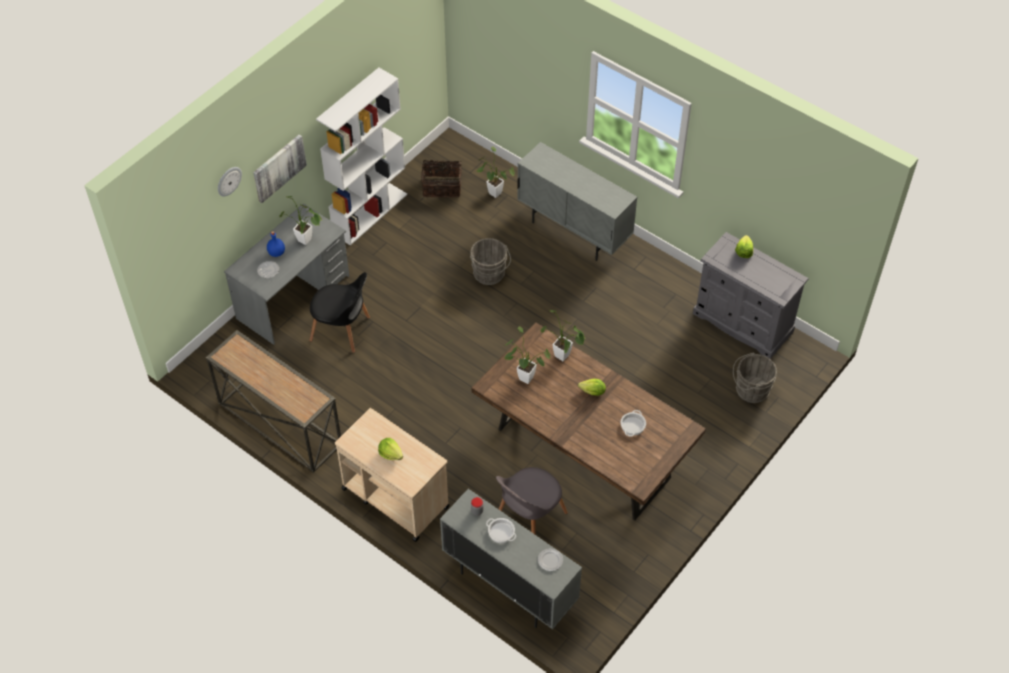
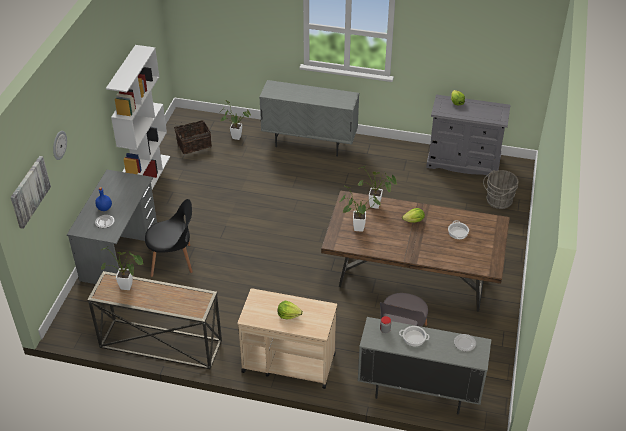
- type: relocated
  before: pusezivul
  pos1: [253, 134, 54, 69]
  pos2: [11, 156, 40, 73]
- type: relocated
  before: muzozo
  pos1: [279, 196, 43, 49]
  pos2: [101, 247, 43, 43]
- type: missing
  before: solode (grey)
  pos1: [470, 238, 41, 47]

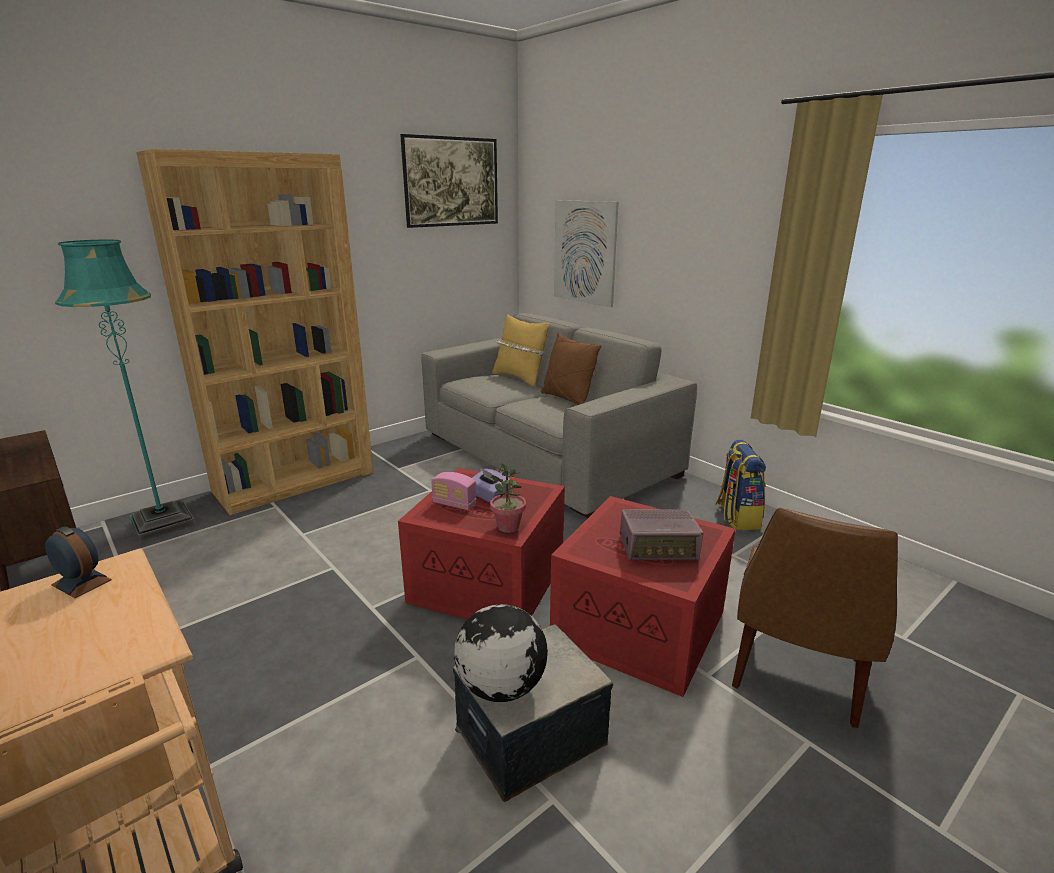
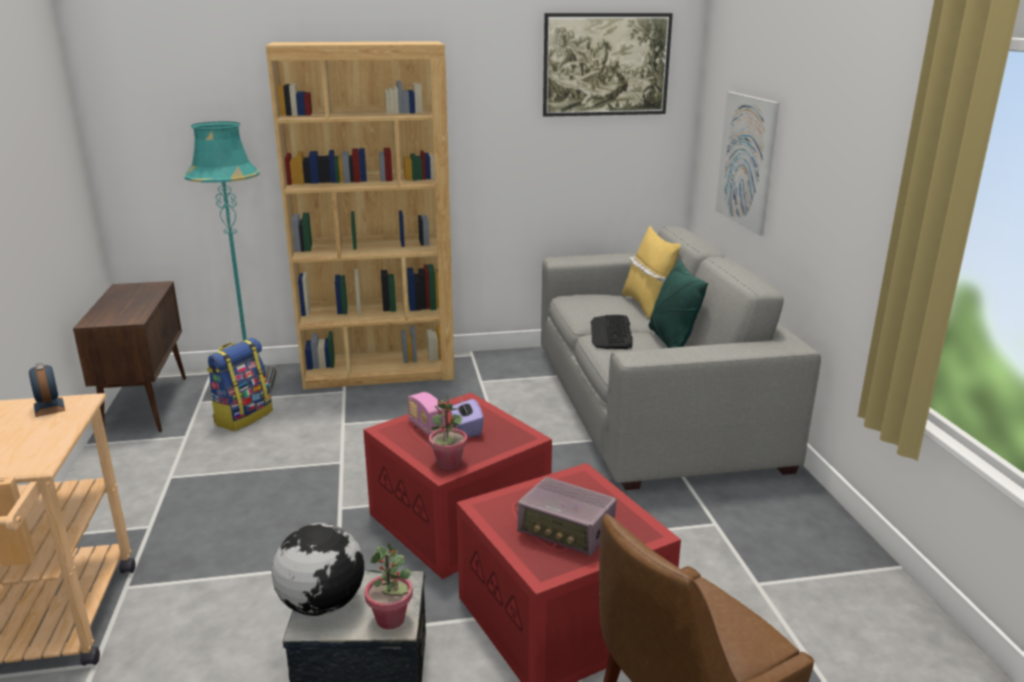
- type: relocated
  before: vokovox
  pos1: [715, 440, 51, 90]
  pos2: [207, 338, 66, 93]
- type: appeared
  after: muzozo
  pos2: [365, 542, 48, 87]
- type: appeared
  after: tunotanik
  pos2: [591, 315, 42, 34]
- type: colour
  before: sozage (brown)
  after: sozage (green)
  pos1: [541, 333, 60, 72]
  pos2: [649, 259, 59, 89]

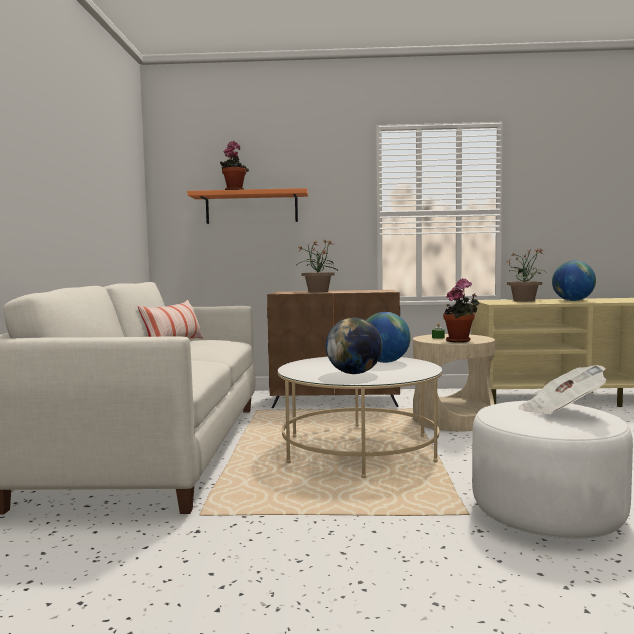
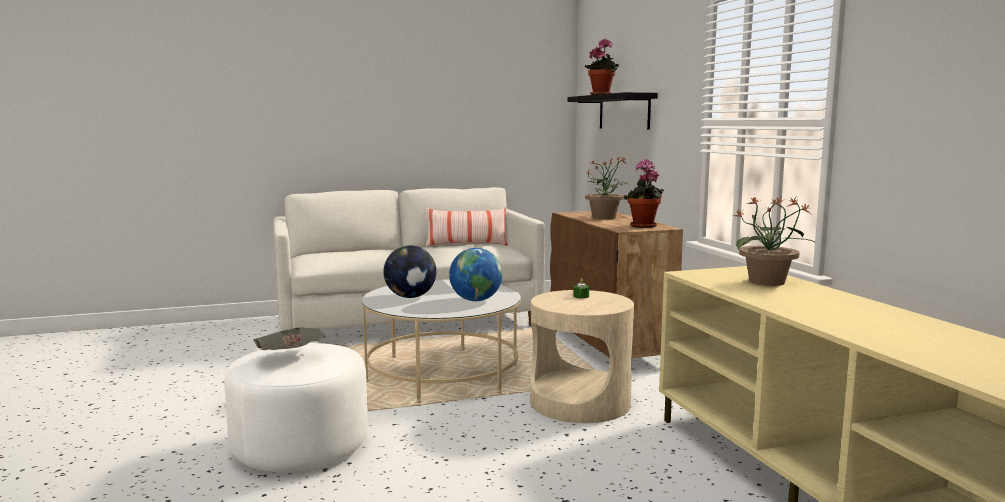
- type: colour
  before: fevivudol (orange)
  after: fevivudol (black)
  pos1: [187, 188, 121, 36]
  pos2: [568, 92, 90, 38]
- type: relocated
  before: muzozo
  pos1: [443, 278, 37, 65]
  pos2: [624, 159, 40, 69]
- type: missing
  before: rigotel
  pos1: [552, 261, 44, 40]

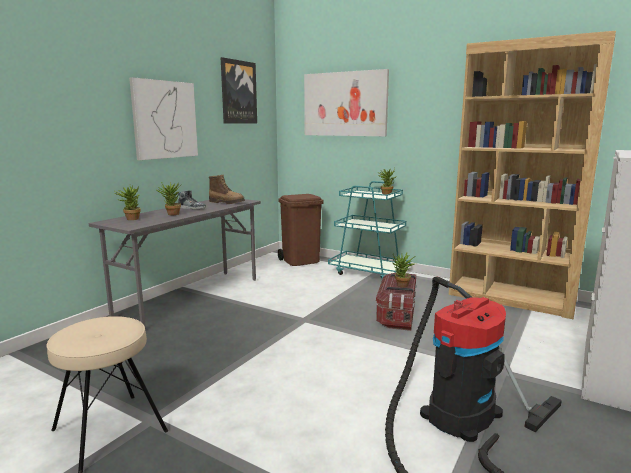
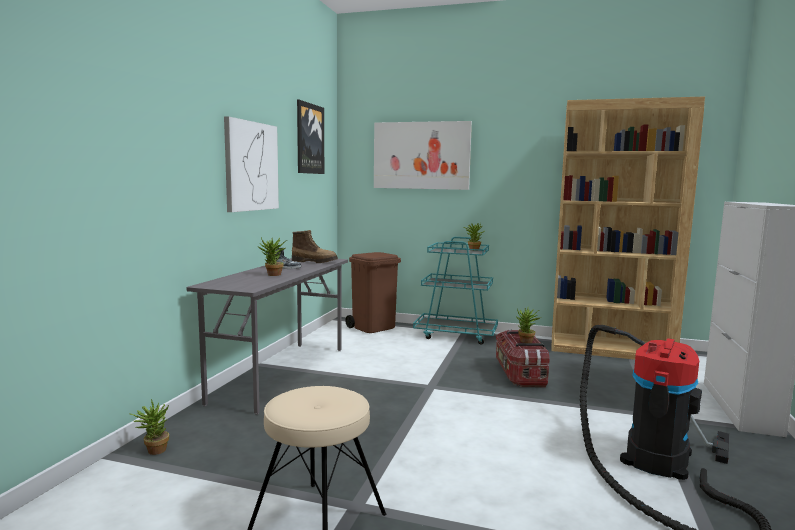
- type: relocated
  before: muzozo
  pos1: [114, 185, 27, 35]
  pos2: [130, 399, 39, 56]

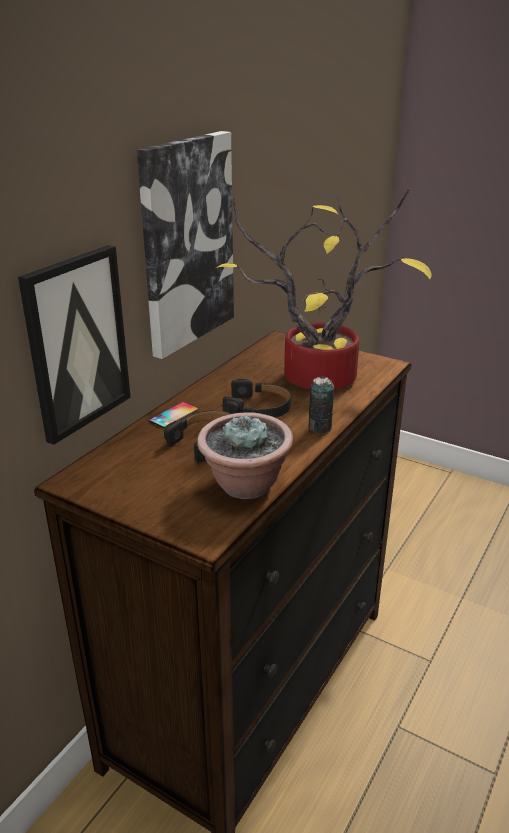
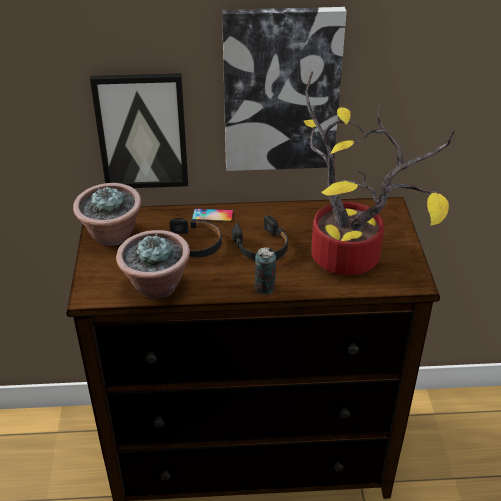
- type: appeared
  after: muzozo
  pos2: [73, 183, 69, 63]

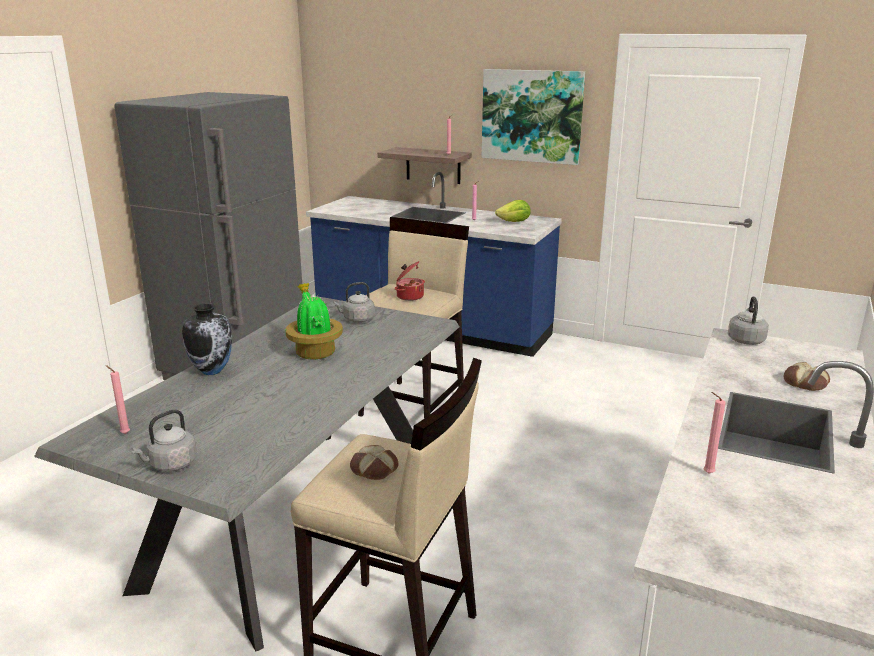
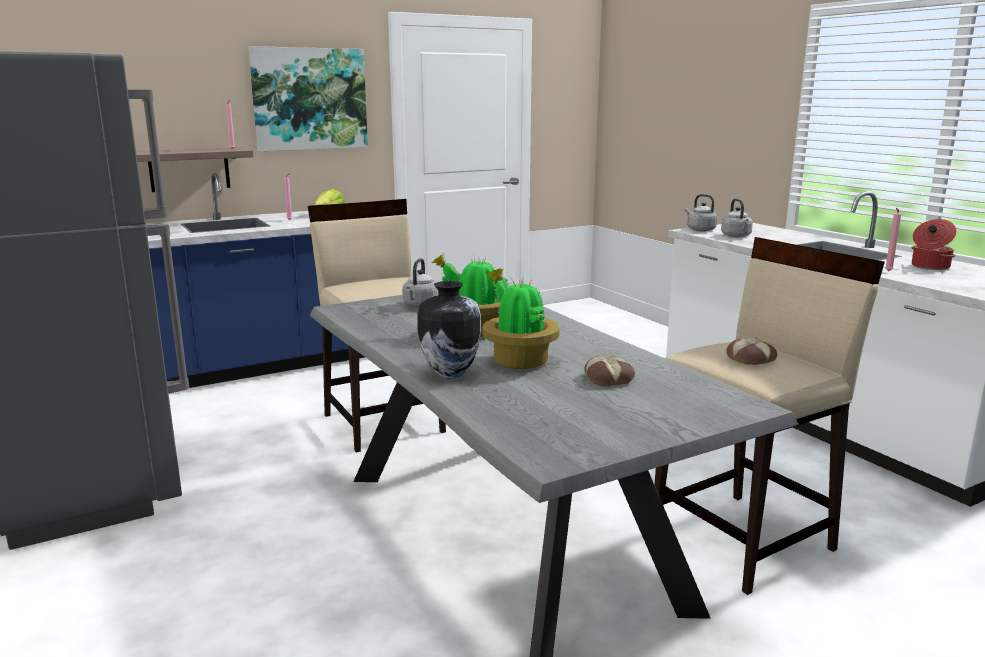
- type: appeared
  after: muzozo
  pos2: [482, 268, 78, 101]
- type: relocated
  before: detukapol
  pos1: [784, 362, 46, 29]
  pos2: [584, 355, 51, 31]
- type: relocated
  before: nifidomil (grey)
  pos1: [131, 409, 66, 63]
  pos2: [721, 198, 32, 39]
- type: relocated
  before: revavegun
  pos1: [395, 261, 30, 40]
  pos2: [911, 219, 45, 51]
- type: missing
  before: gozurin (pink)
  pos1: [106, 365, 24, 69]

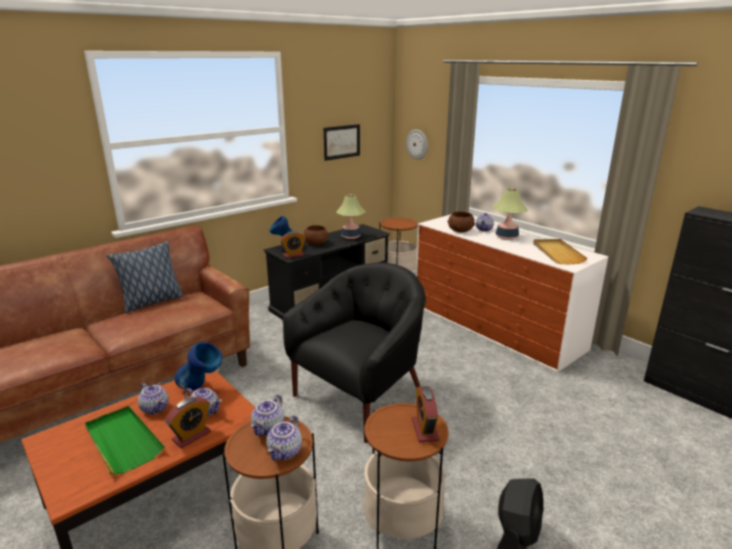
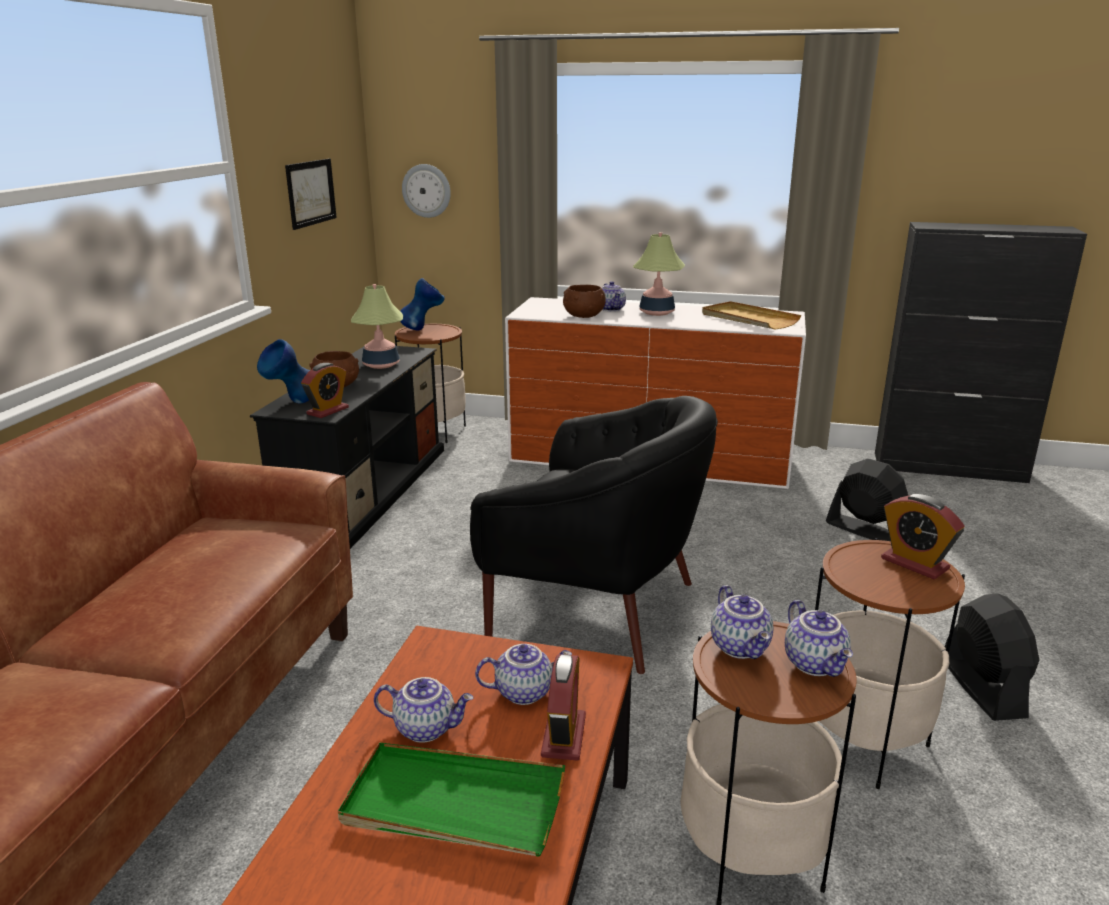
- type: relocated
  before: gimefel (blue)
  pos1: [175, 342, 47, 48]
  pos2: [400, 278, 45, 53]
- type: spun
  before: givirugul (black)
  pos1: [283, 262, 143, 181]
  pos2: [470, 396, 248, 278]
  turn: 105
- type: appeared
  after: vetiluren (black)
  pos2: [826, 459, 82, 82]
- type: missing
  before: sozage
  pos1: [107, 241, 77, 73]

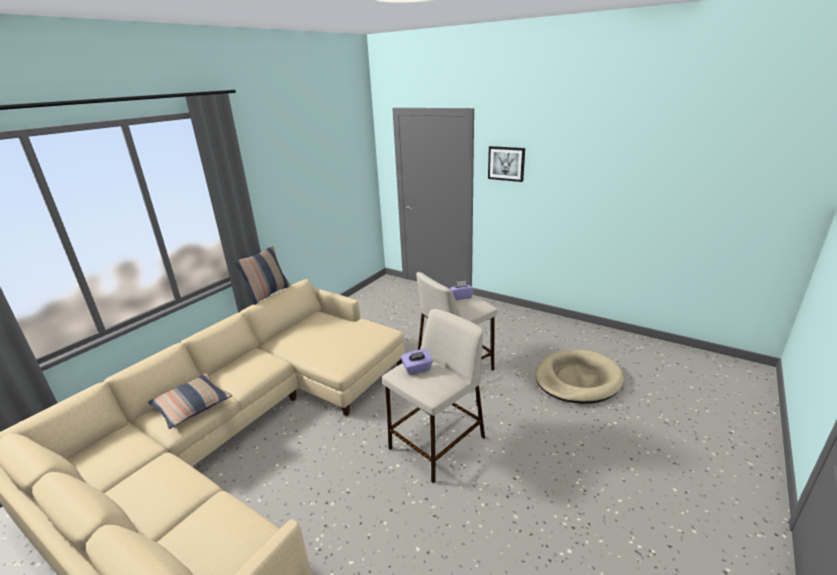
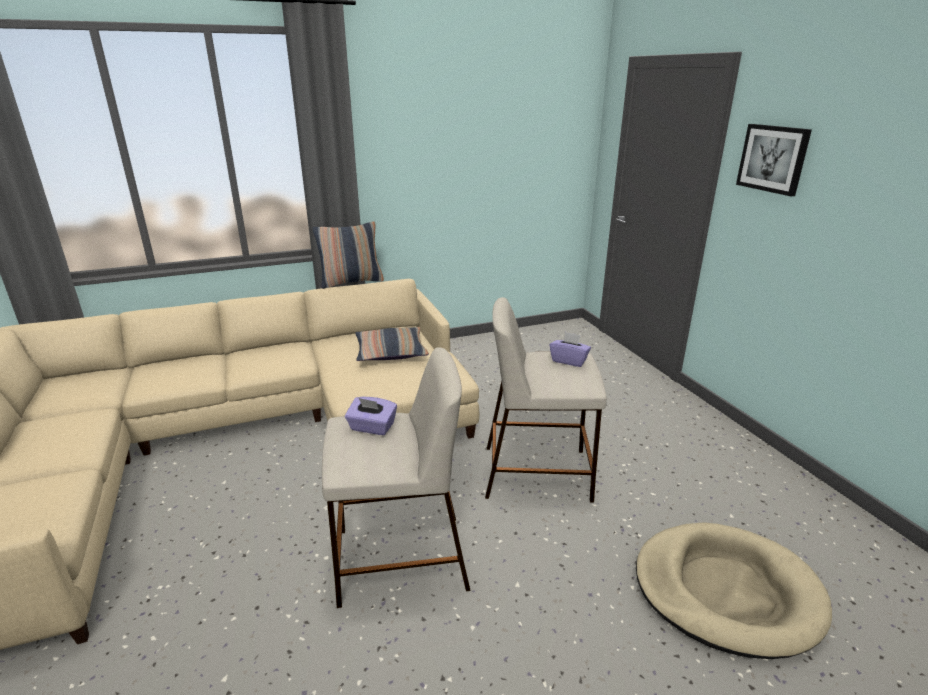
- type: relocated
  before: sozage
  pos1: [148, 373, 84, 56]
  pos2: [355, 327, 74, 34]

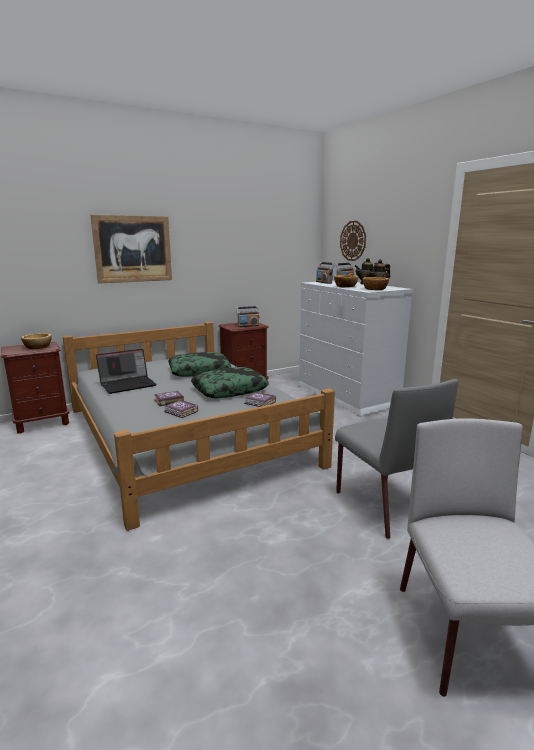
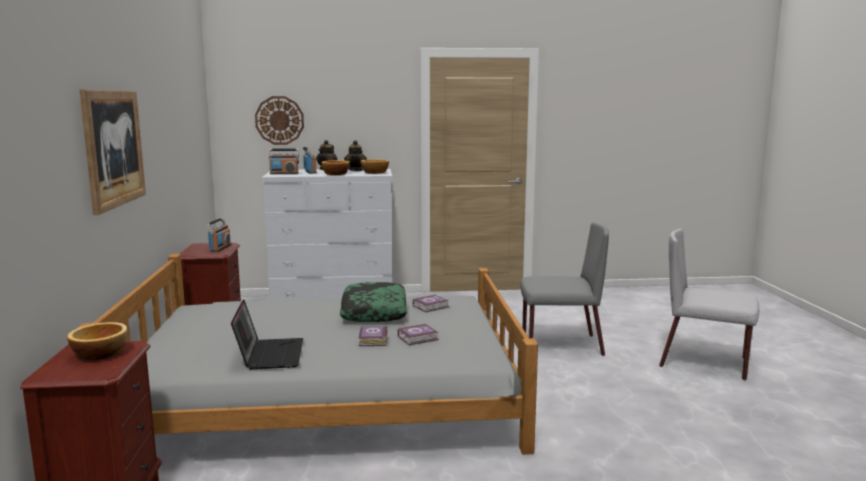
- type: missing
  before: sozage
  pos1: [168, 352, 63, 25]

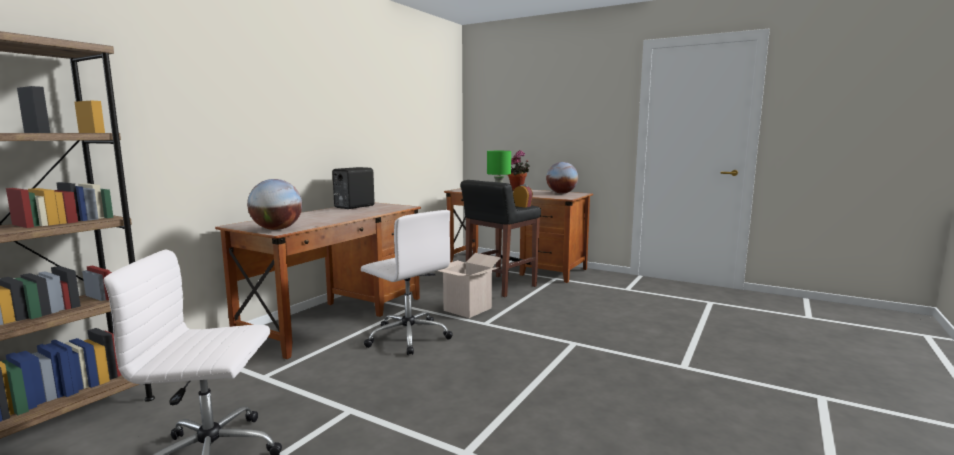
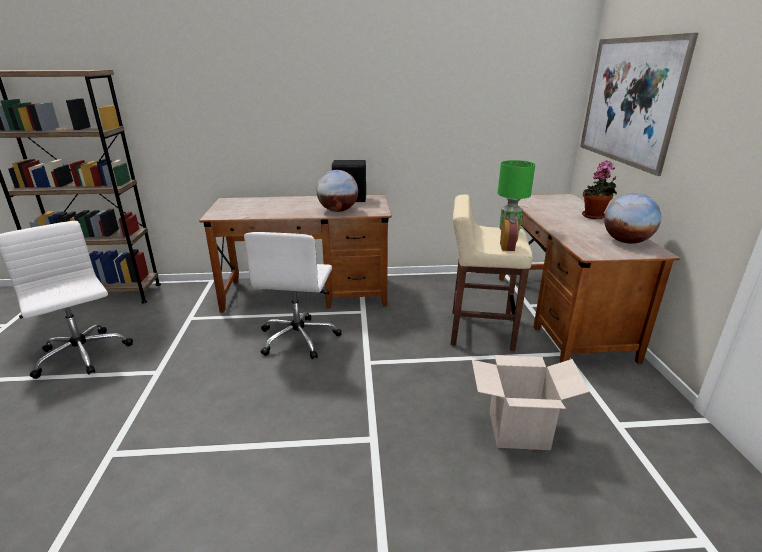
- type: relocated
  before: rigotel
  pos1: [247, 179, 55, 51]
  pos2: [317, 170, 41, 42]
- type: colour
  before: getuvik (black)
  after: getuvik (beige)
  pos1: [461, 180, 80, 117]
  pos2: [451, 194, 82, 157]
- type: relocated
  before: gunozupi
  pos1: [438, 253, 63, 65]
  pos2: [472, 355, 118, 95]
- type: appeared
  after: pusezivul
  pos2: [580, 33, 118, 143]

